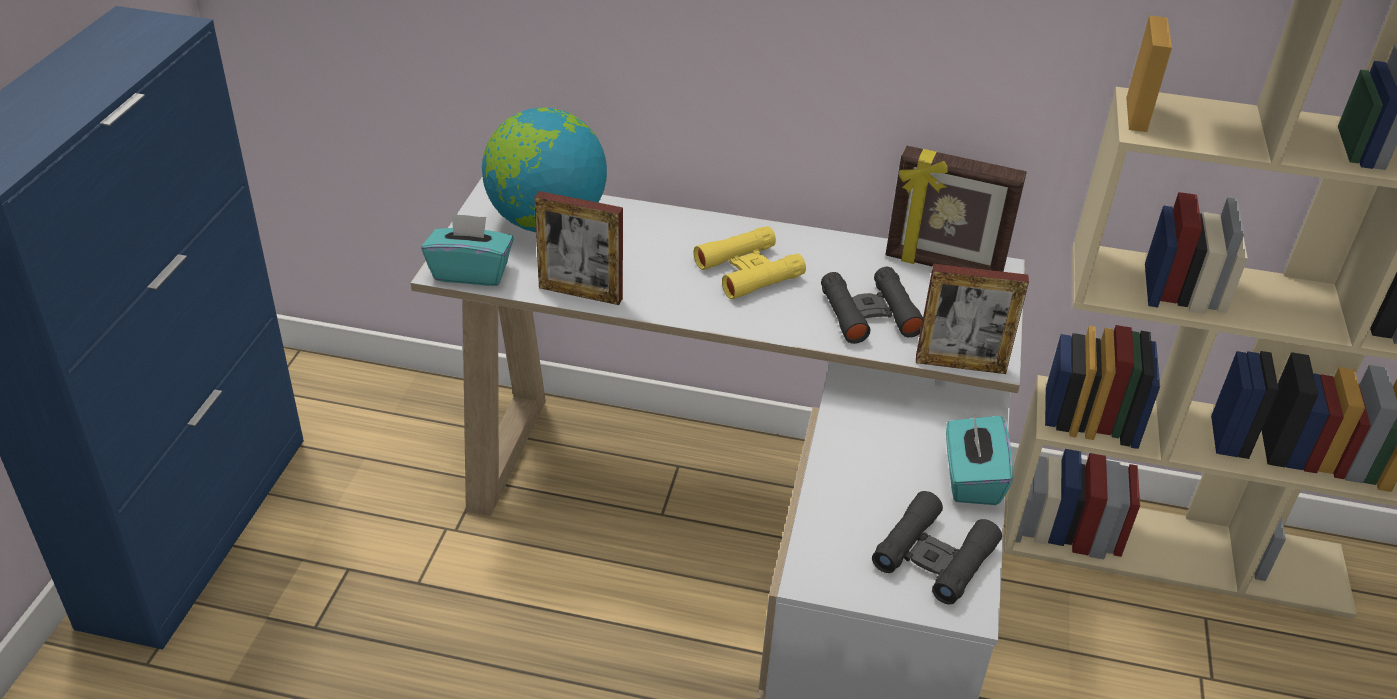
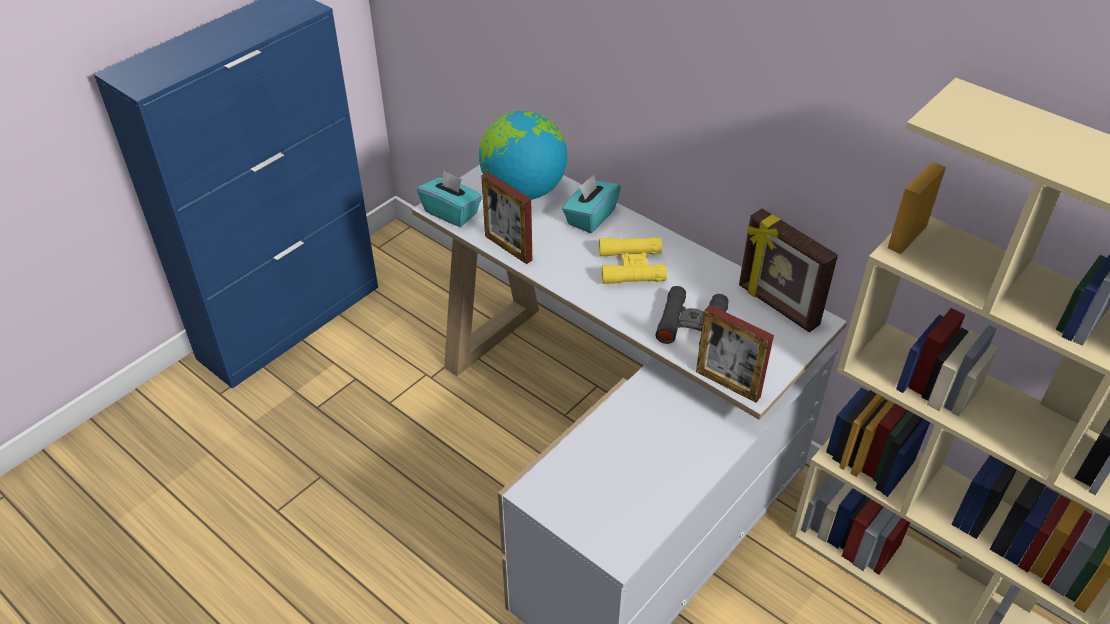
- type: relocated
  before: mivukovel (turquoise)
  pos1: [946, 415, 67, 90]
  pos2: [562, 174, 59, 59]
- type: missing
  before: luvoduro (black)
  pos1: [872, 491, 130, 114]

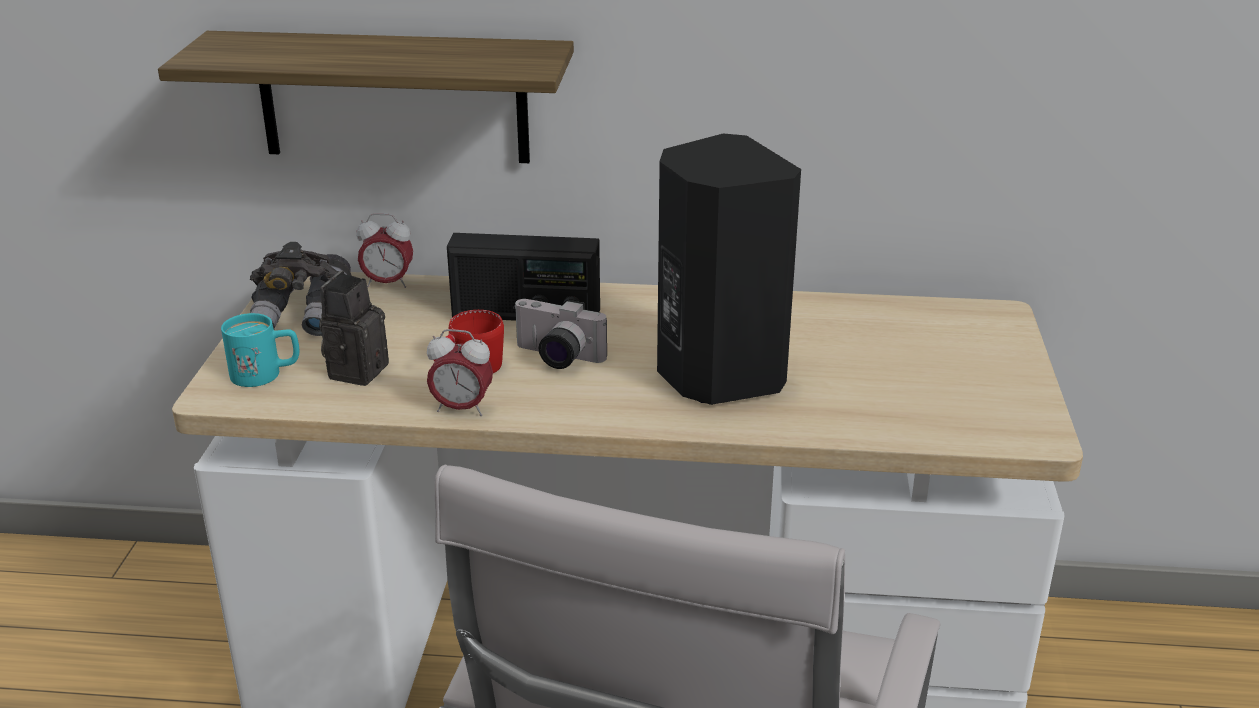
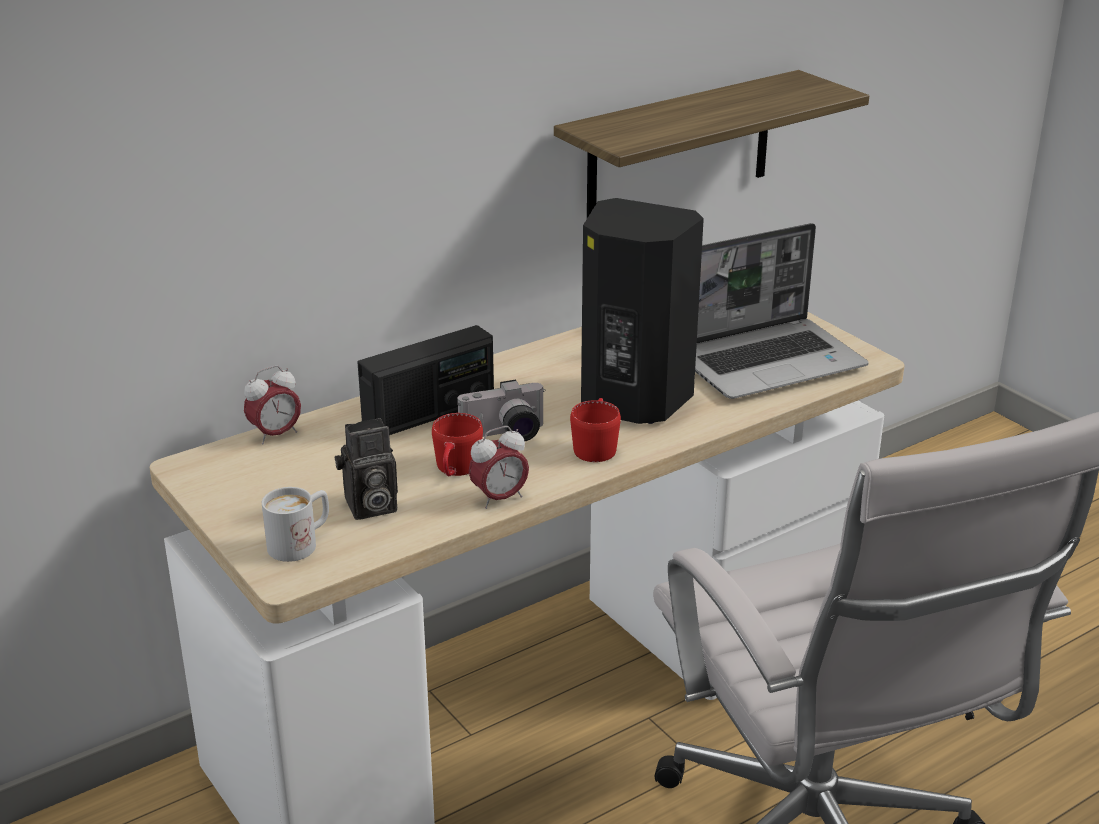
- type: colour
  before: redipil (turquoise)
  after: redipil (white)
  pos1: [221, 313, 78, 74]
  pos2: [262, 487, 67, 75]
- type: spun
  before: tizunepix
  pos1: [319, 271, 70, 115]
  pos2: [335, 418, 63, 102]
  turn: -90
- type: relocated
  before: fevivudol
  pos1: [158, 31, 416, 132]
  pos2: [554, 70, 315, 148]
- type: appeared
  after: redipil (red)
  pos2: [570, 398, 51, 64]
- type: appeared
  after: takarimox
  pos2: [695, 223, 174, 176]
- type: missing
  before: luvoduro (grey)
  pos1: [250, 242, 101, 94]

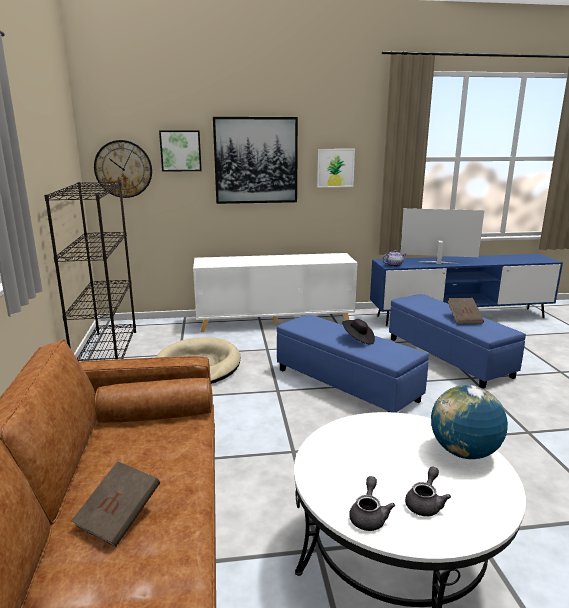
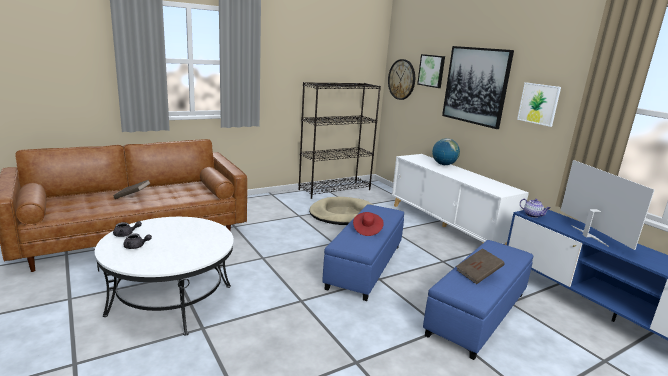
- type: colour
  before: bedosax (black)
  after: bedosax (red)
  pos1: [342, 319, 33, 26]
  pos2: [353, 212, 31, 24]
- type: relocated
  before: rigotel
  pos1: [431, 385, 77, 74]
  pos2: [432, 138, 28, 27]

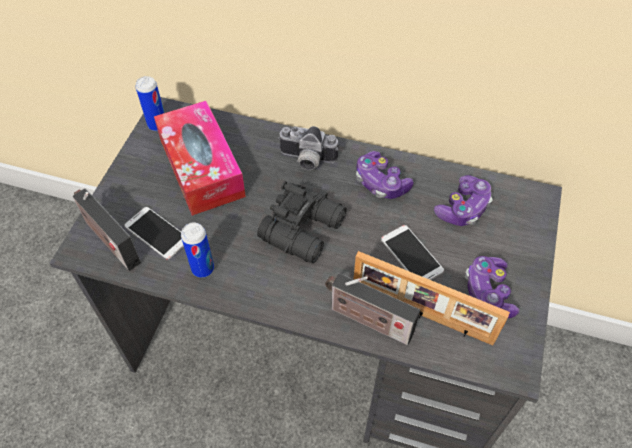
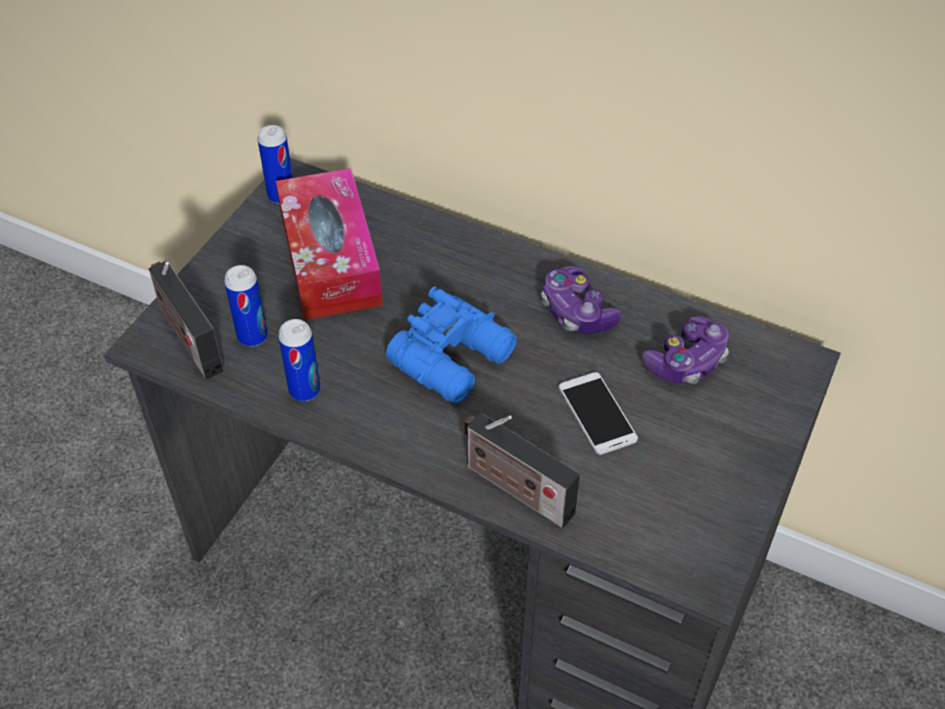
- type: exchanged
  before: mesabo
  after: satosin
  pos1: [125, 207, 59, 52]
  pos2: [224, 265, 44, 82]
- type: colour
  before: luvoduro (black)
  after: luvoduro (blue)
  pos1: [257, 181, 90, 83]
  pos2: [386, 287, 131, 117]
- type: missing
  before: tizunepix
  pos1: [278, 126, 60, 44]
- type: missing
  before: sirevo
  pos1: [354, 251, 156, 94]
- type: missing
  before: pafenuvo
  pos1: [465, 256, 54, 62]

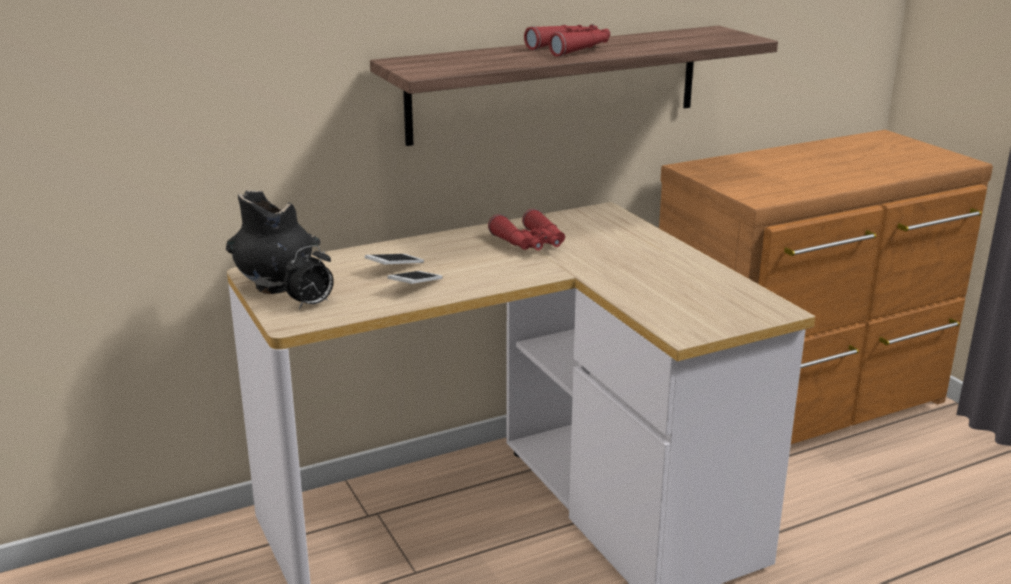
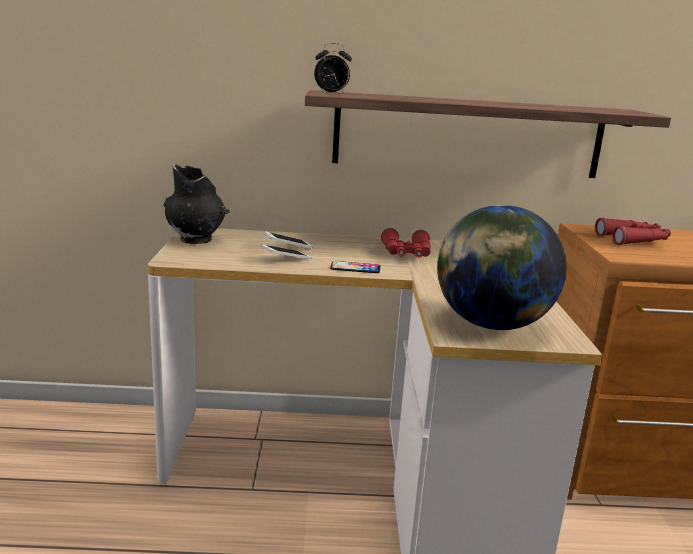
- type: relocated
  before: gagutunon
  pos1: [284, 245, 50, 64]
  pos2: [314, 43, 38, 51]
- type: appeared
  after: mesabo
  pos2: [330, 261, 50, 12]
- type: appeared
  after: rigotel
  pos2: [437, 205, 130, 125]
- type: relocated
  before: luvoduro (red)
  pos1: [524, 24, 86, 33]
  pos2: [595, 218, 76, 27]

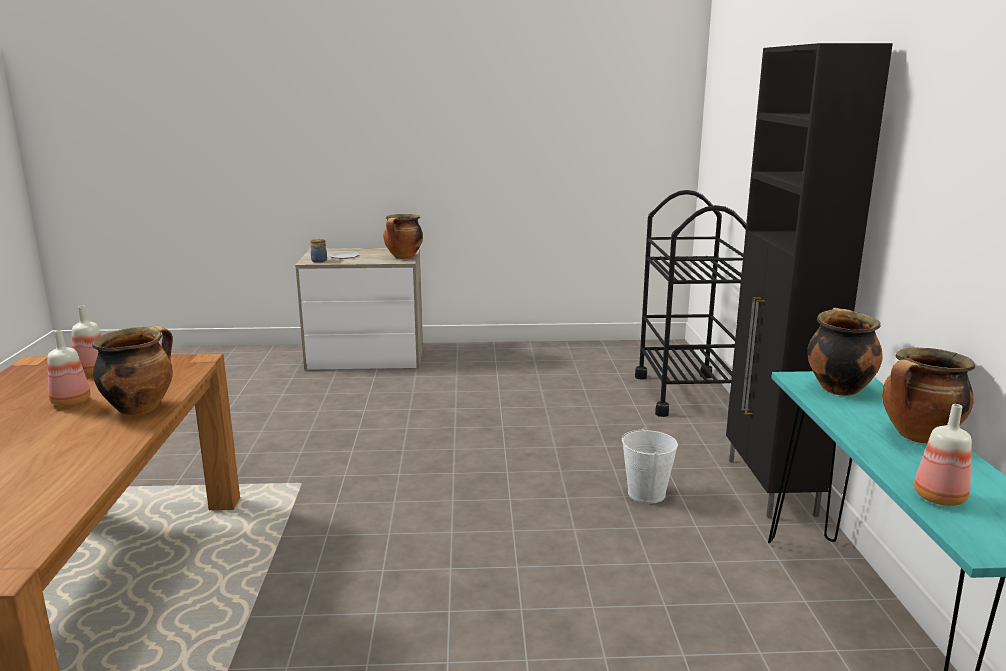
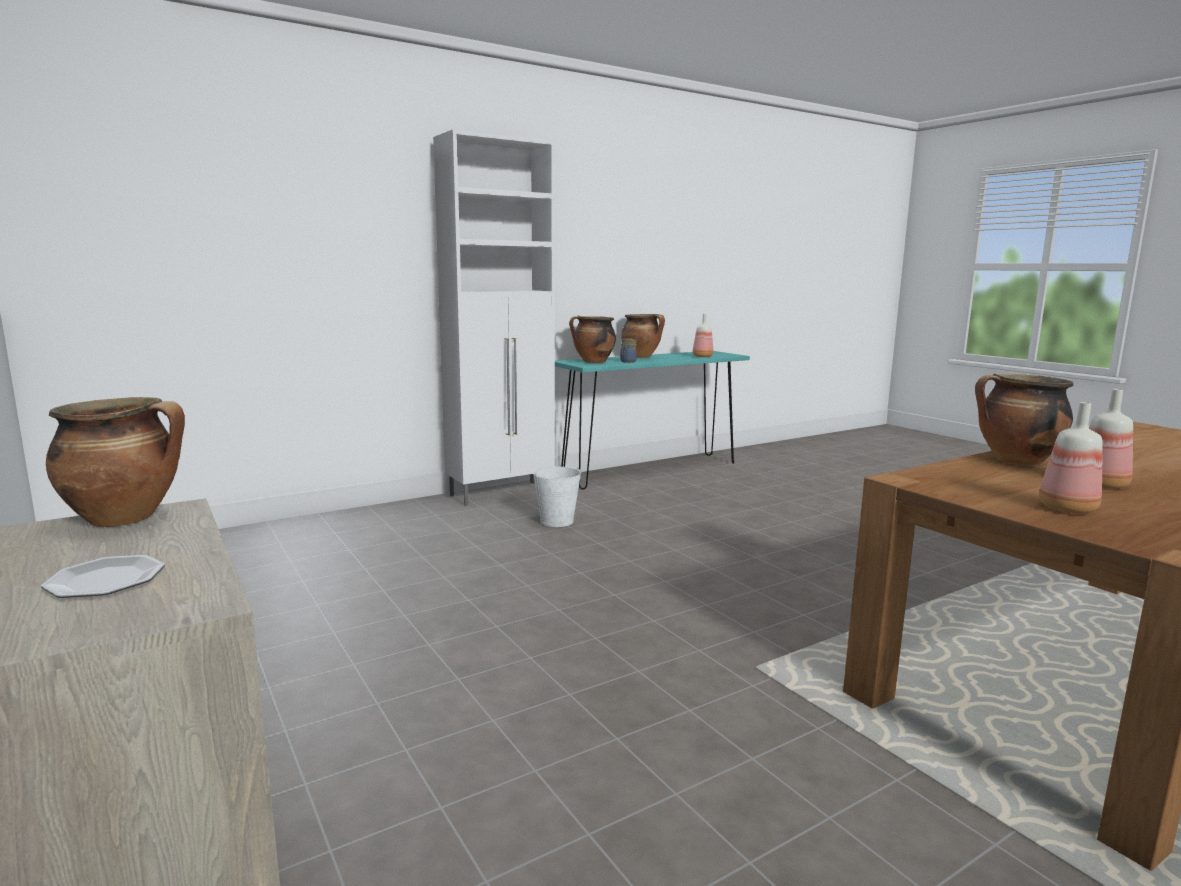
- type: colour
  before: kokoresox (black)
  after: kokoresox (white)
  pos1: [726, 43, 167, 475]
  pos2: [433, 129, 122, 377]
- type: relocated
  before: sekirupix
  pos1: [310, 239, 17, 24]
  pos2: [620, 338, 17, 25]
- type: missing
  before: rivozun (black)
  pos1: [635, 190, 111, 227]

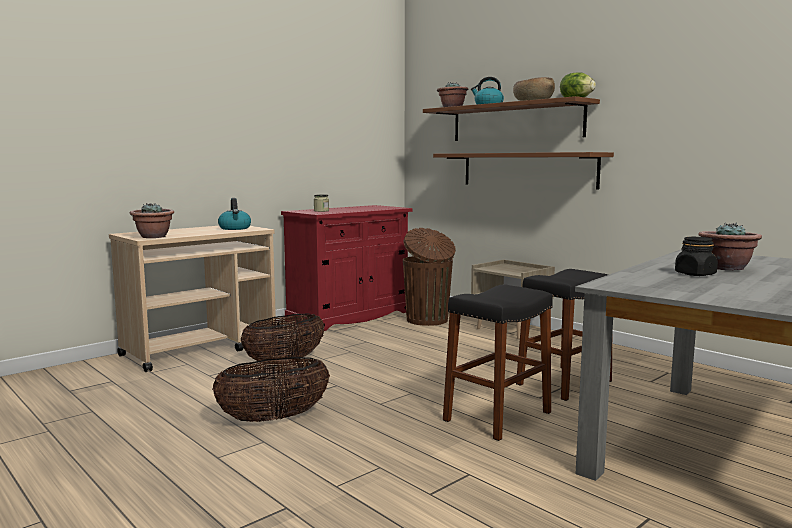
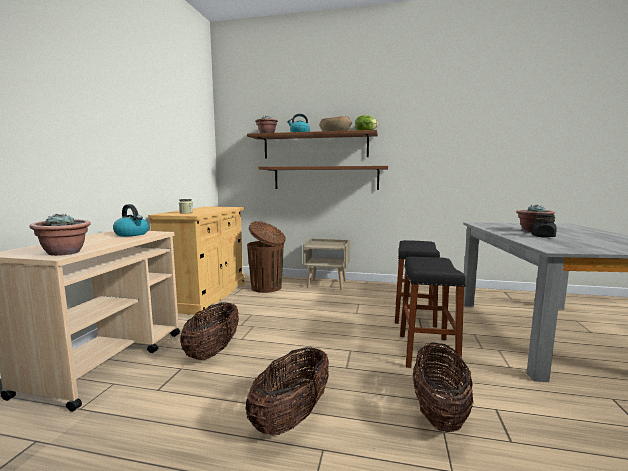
- type: colour
  before: kokoresox (red)
  after: kokoresox (beige)
  pos1: [281, 205, 132, 126]
  pos2: [148, 206, 97, 109]
- type: appeared
  after: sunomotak
  pos2: [413, 342, 61, 90]

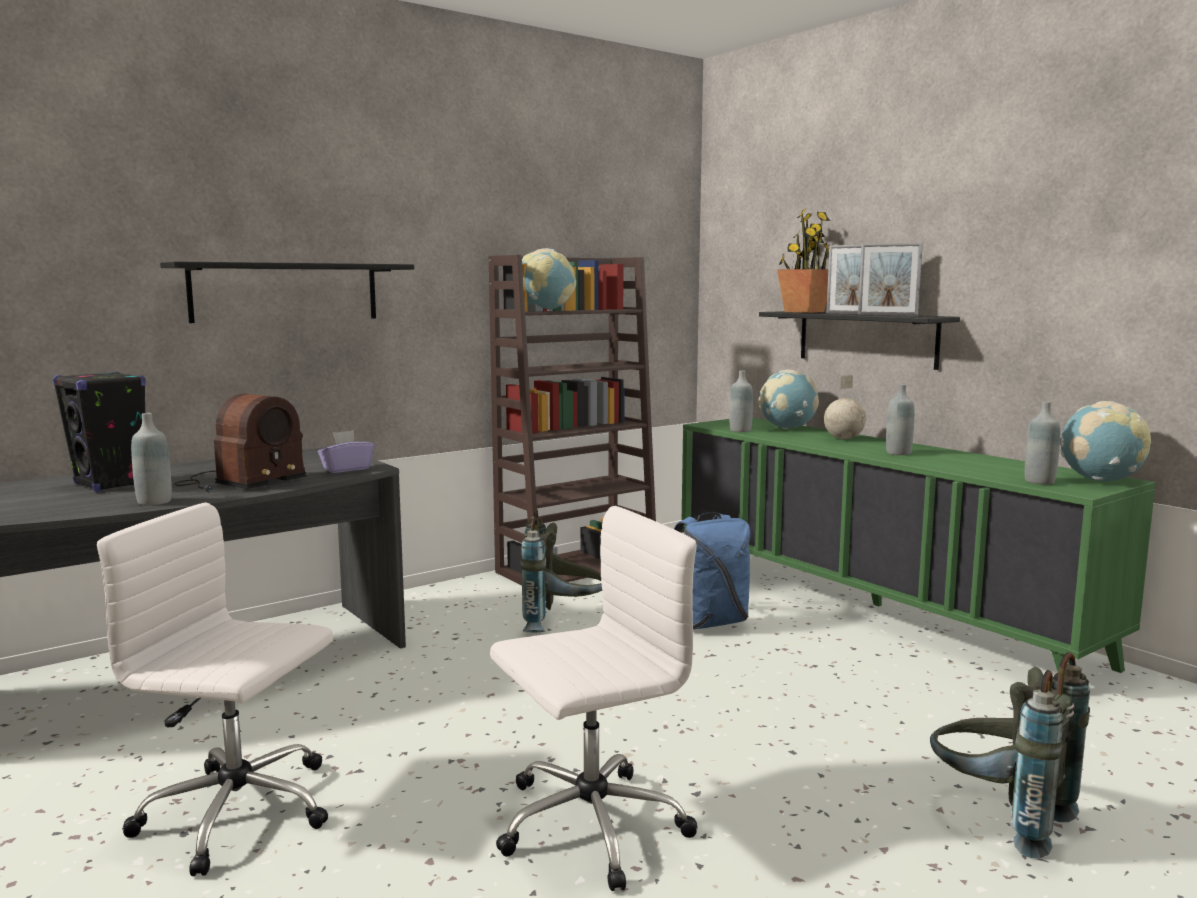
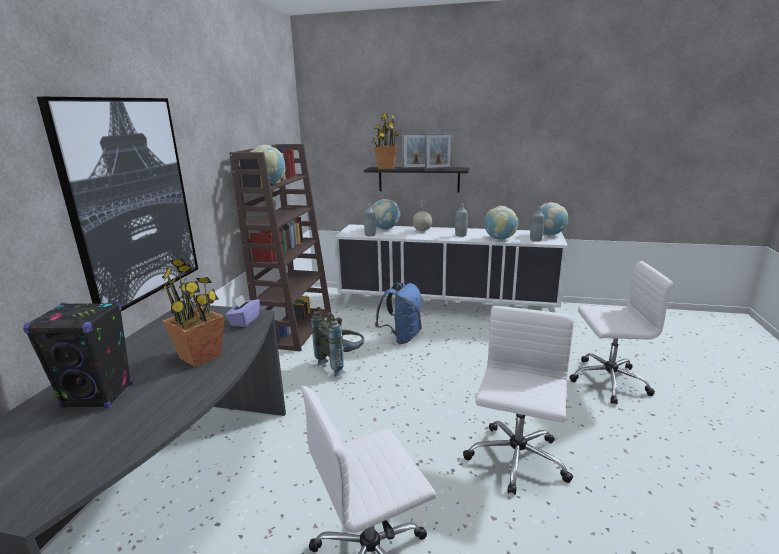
- type: exchanged
  before: fevivudol (black)
  after: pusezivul
  pos1: [160, 261, 254, 62]
  pos2: [37, 97, 161, 214]
- type: exchanged
  before: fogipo
  after: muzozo
  pos1: [175, 394, 131, 98]
  pos2: [162, 259, 62, 108]
- type: colour
  before: kokoresox (green)
  after: kokoresox (white)
  pos1: [682, 418, 473, 255]
  pos2: [334, 224, 234, 89]
- type: appeared
  after: rigotel
  pos2: [484, 206, 34, 33]
- type: exchanged
  before: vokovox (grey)
  after: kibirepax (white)
  pos1: [930, 652, 160, 206]
  pos2: [569, 261, 104, 144]
- type: missing
  before: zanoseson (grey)
  pos1: [131, 413, 41, 93]

